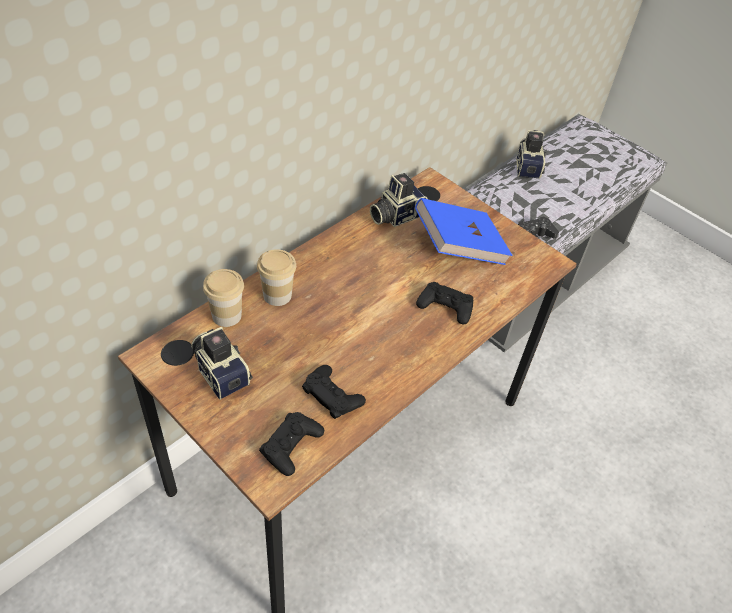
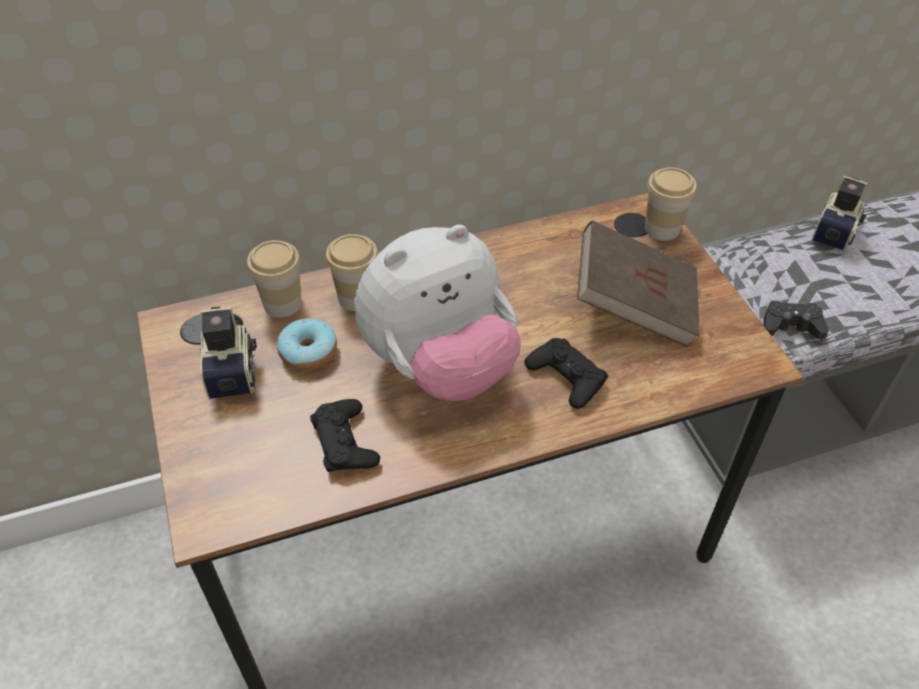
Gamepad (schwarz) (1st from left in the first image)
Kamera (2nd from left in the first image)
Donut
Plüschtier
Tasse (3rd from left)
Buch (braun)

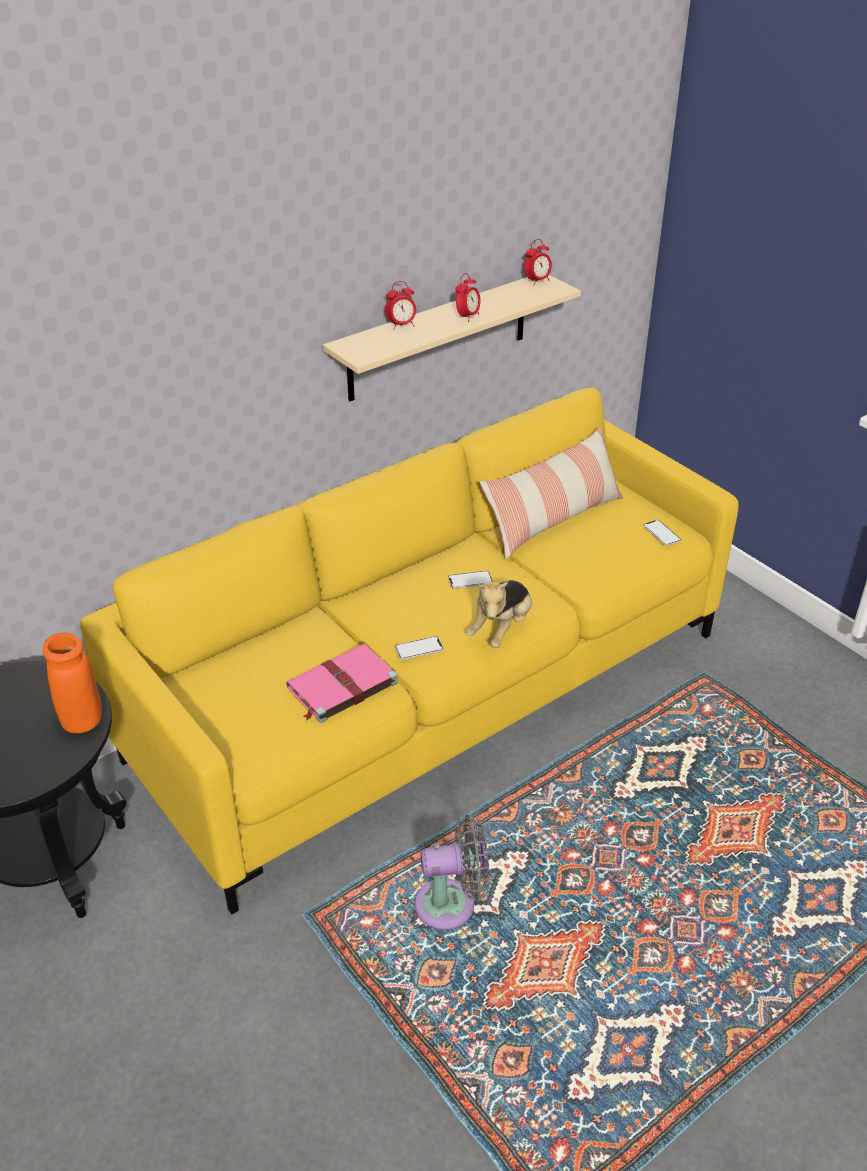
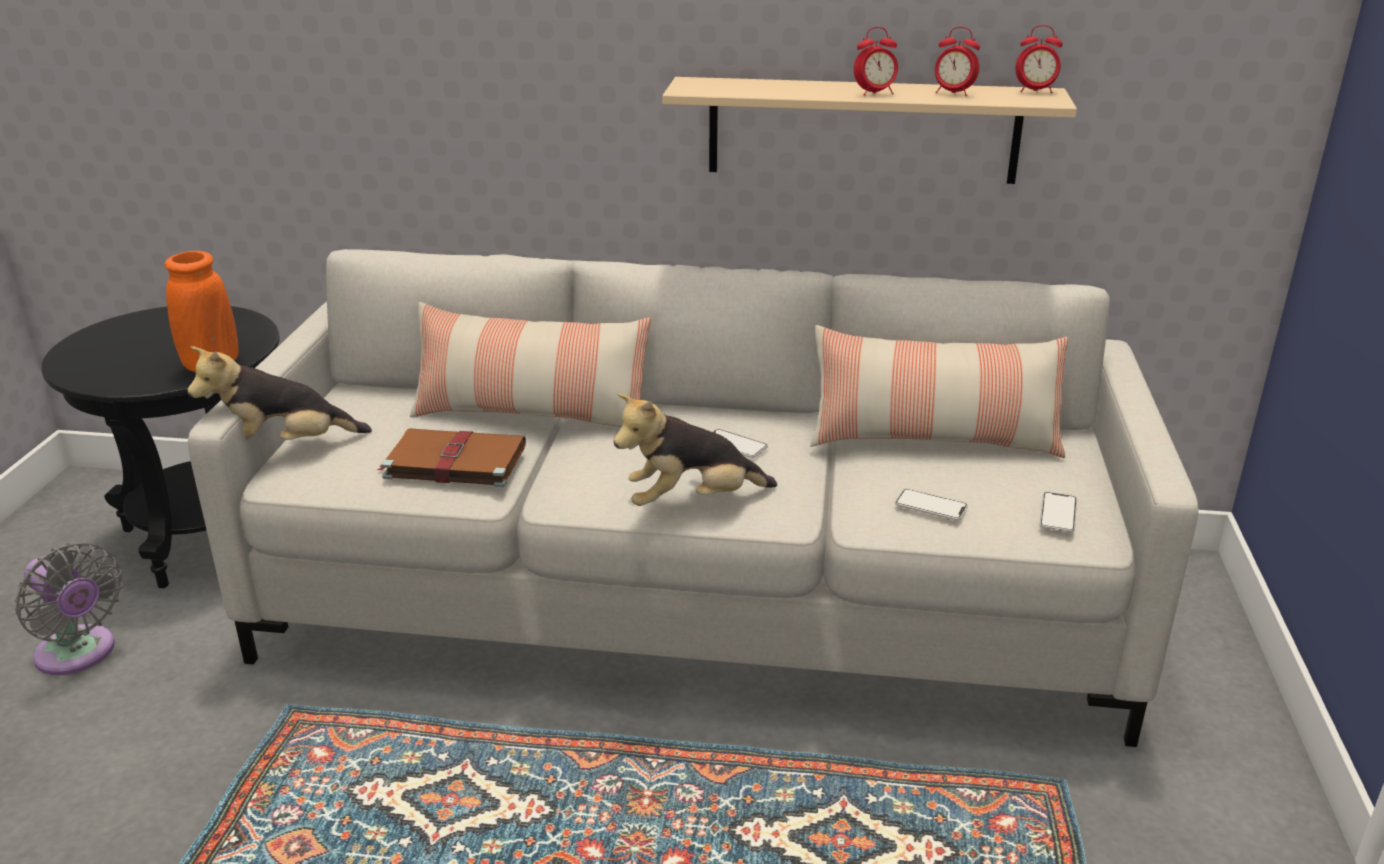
Plüschtier (1st from left)
Kissen (1st from left)
Wecker (2nd from left)
Handy (2nd from left)
Ventilator (grau)
Sofa (grau)
Buch (braun)

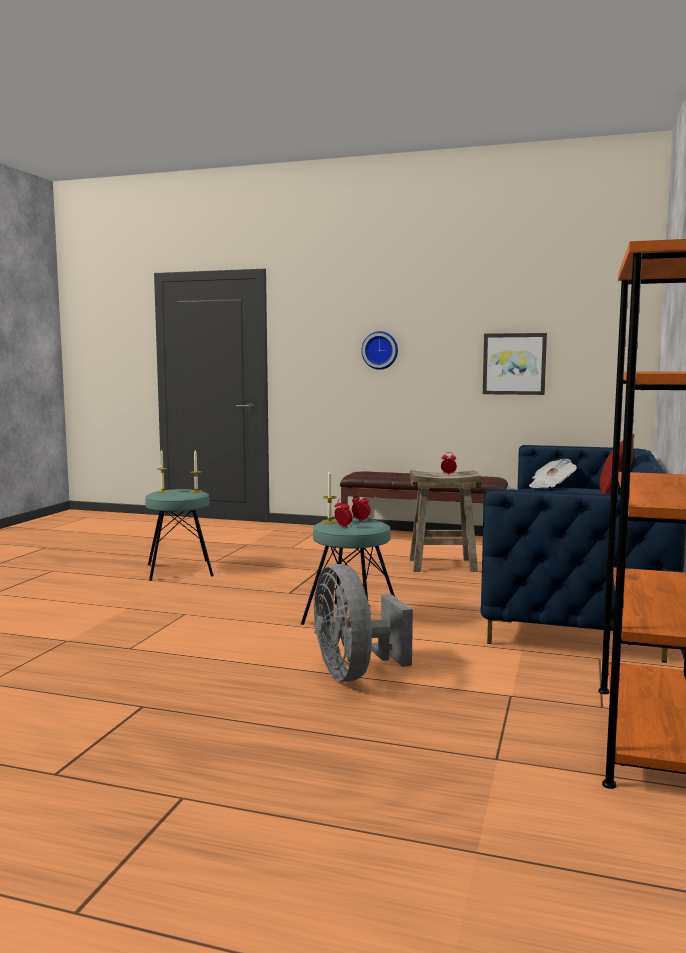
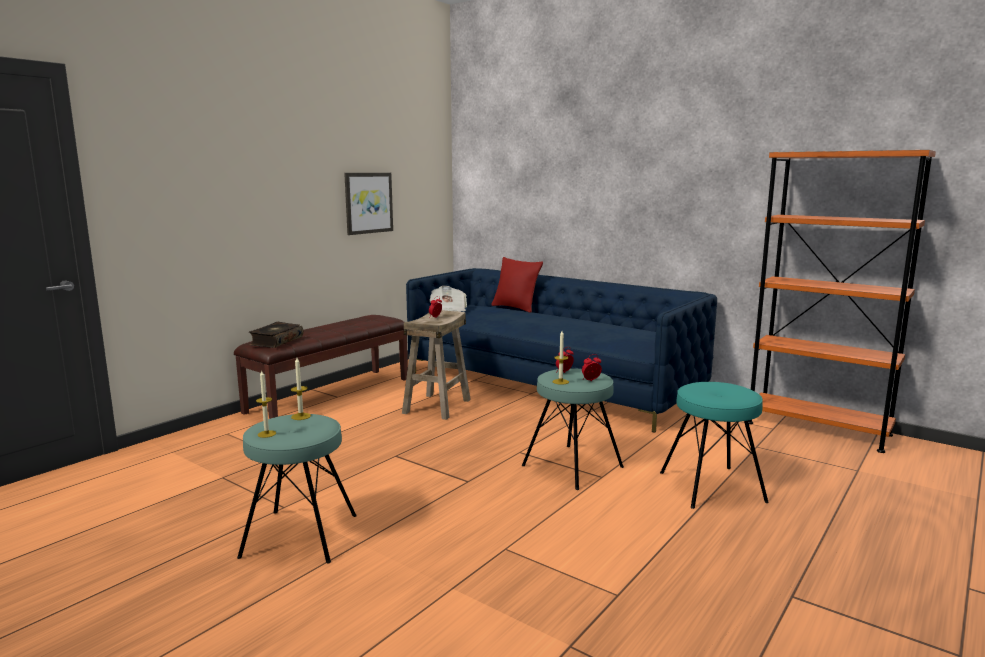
Wanduhr
Buch
Hocker (türkis) (3rd from left)

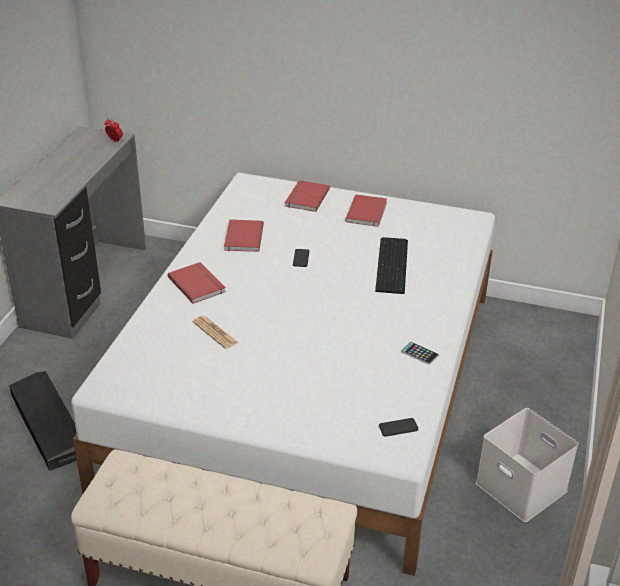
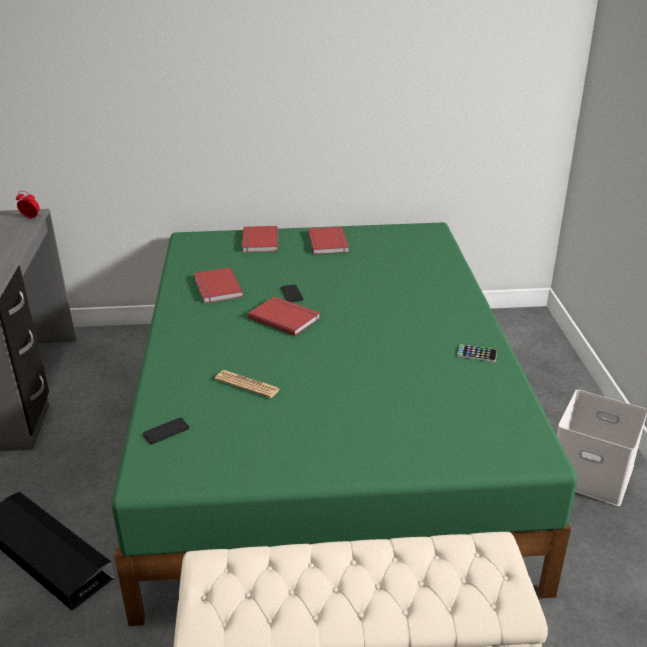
Tastatur
Buch (rot) (3rd from left)
Handy (1st from left)
Bett (grün)

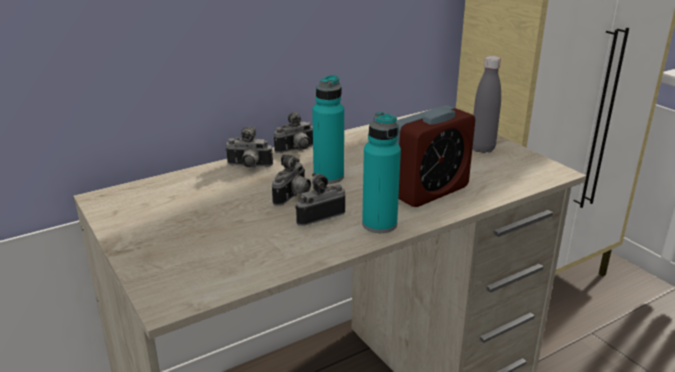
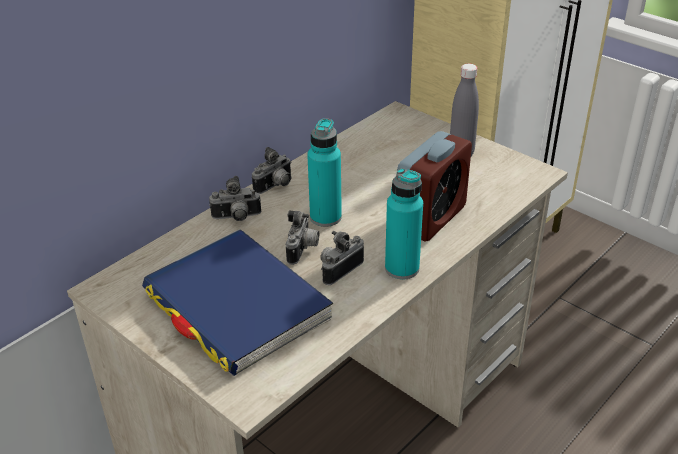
Buch (blau)

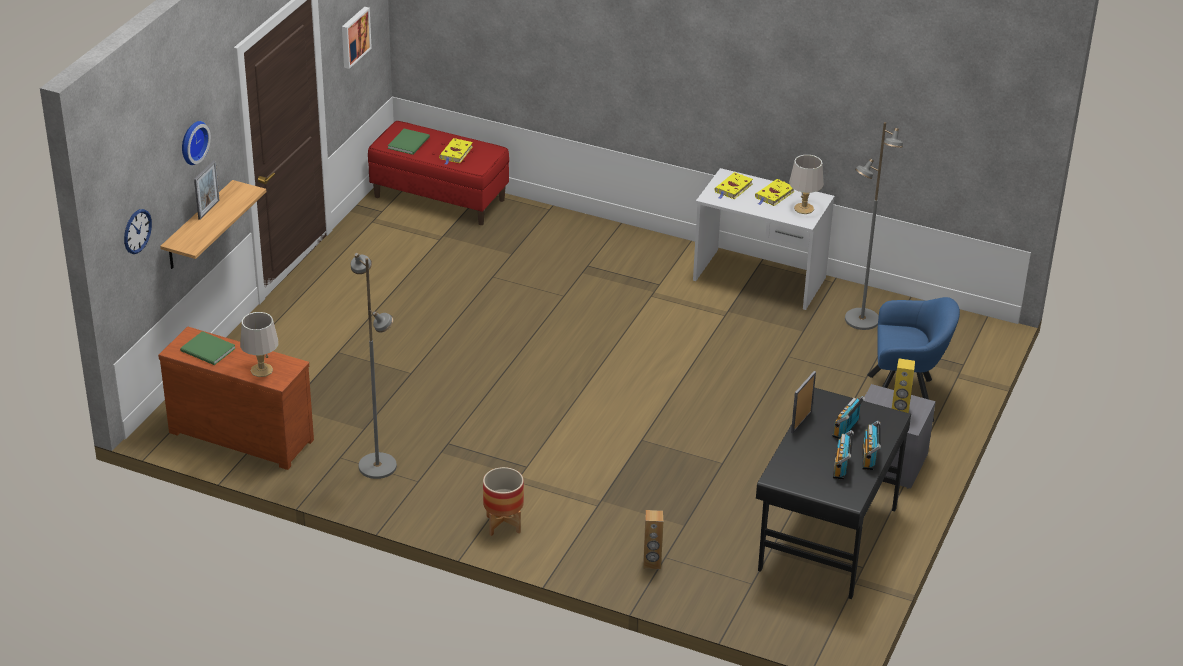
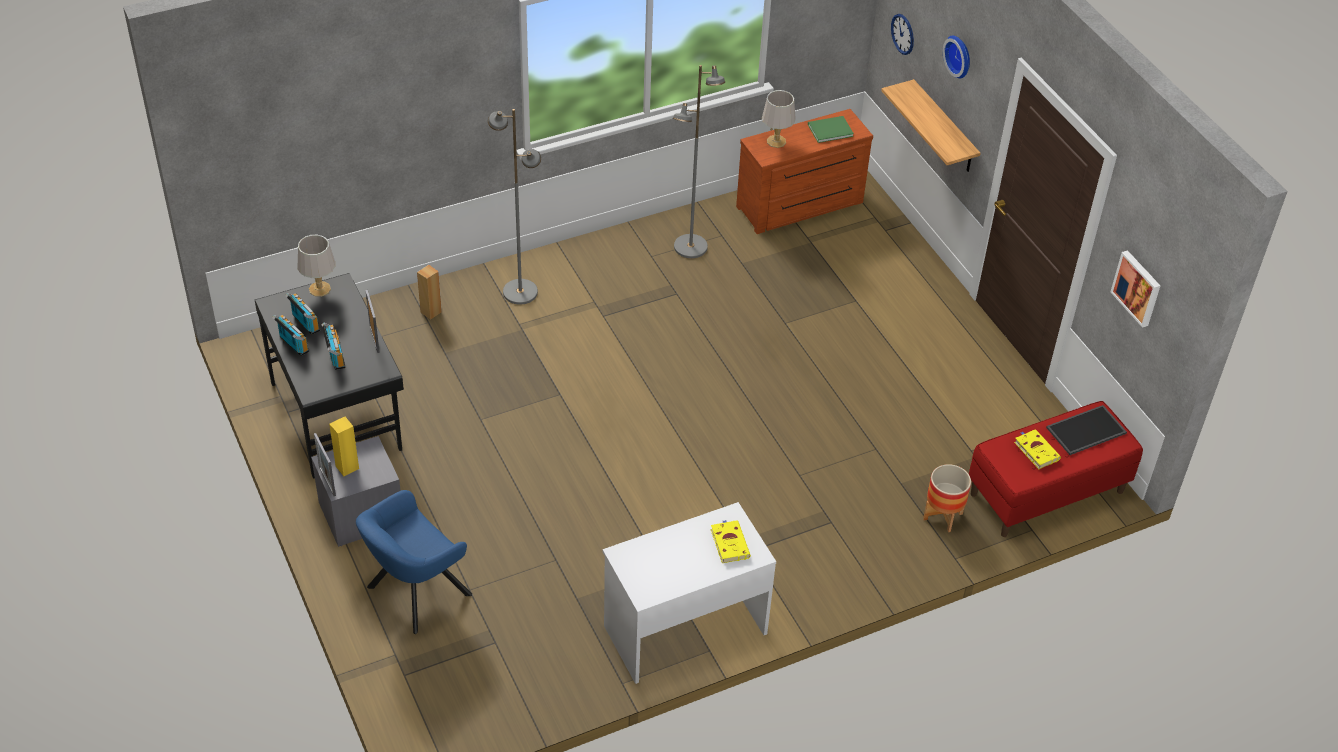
Buch (gelb) (3rd from left in the first image)
Bilderrahmen (1st from left)
Pflanzkübel
Tischlampe (grau) (1st from left)
Stehlampe (grau) (1st from left)
Tablett

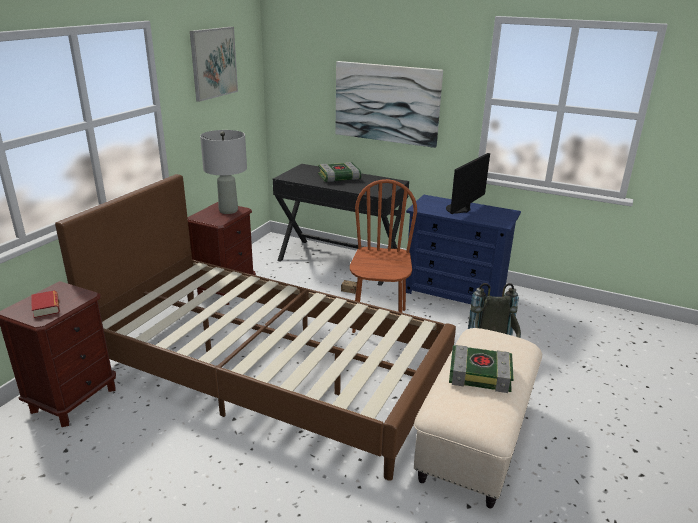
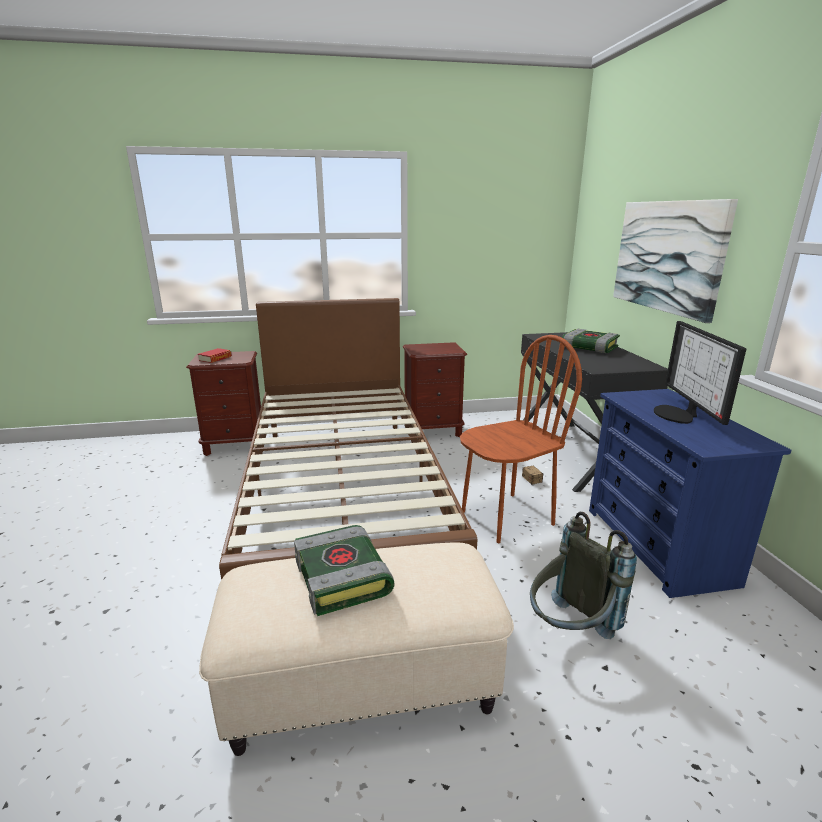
Bild (1st from left in the first image)
Tischlampe (grau)
Monitor

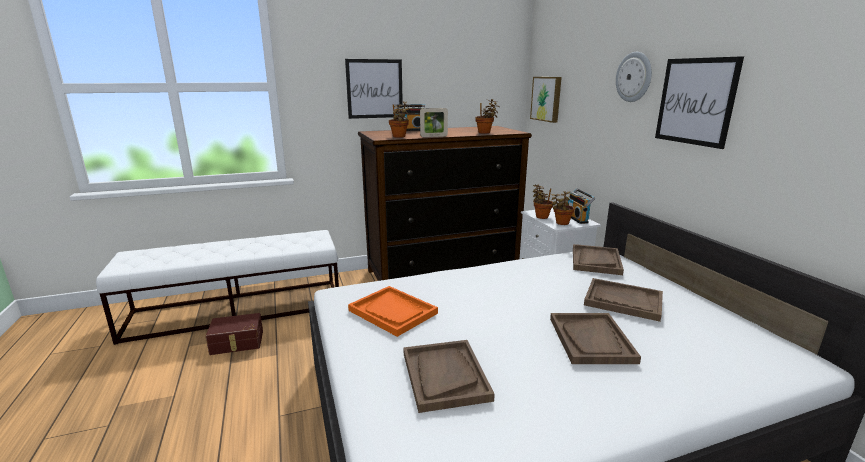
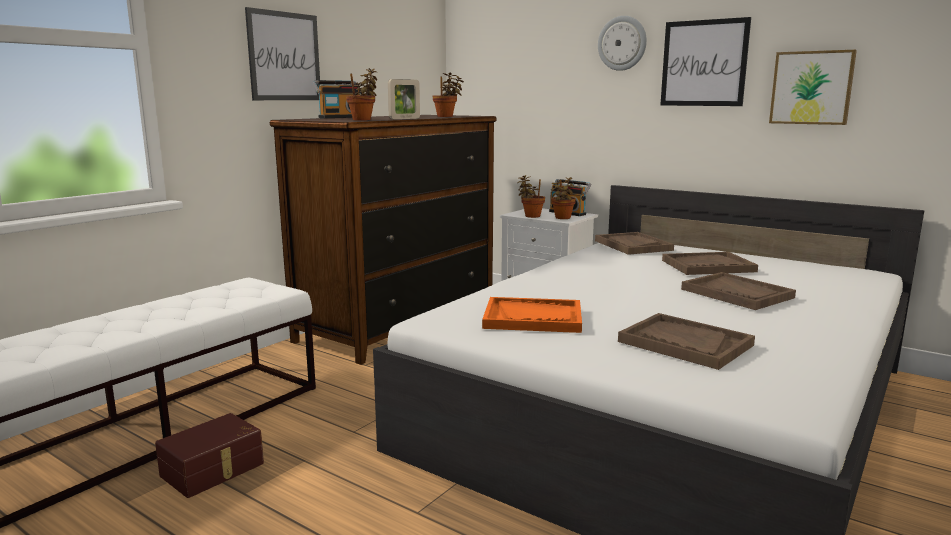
Bild (3rd from left)

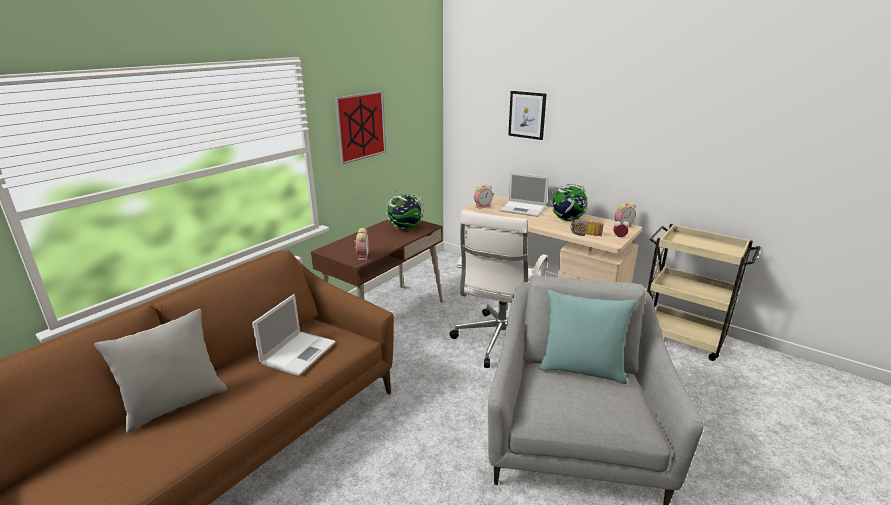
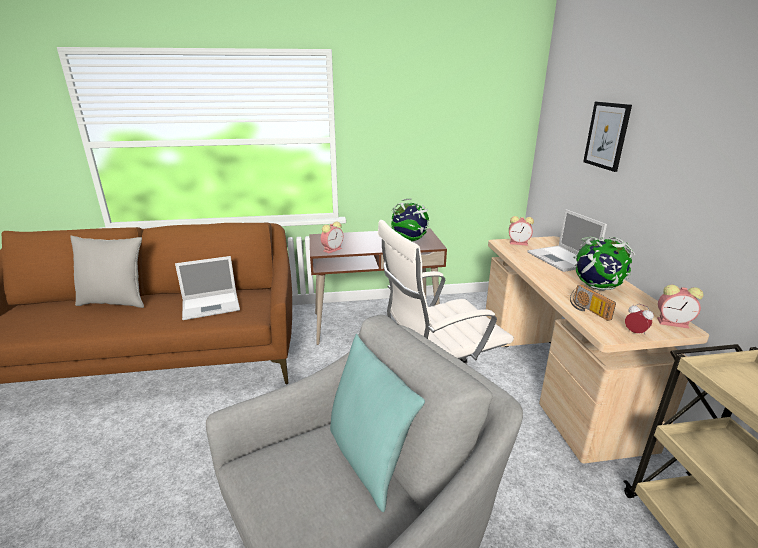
Bild (1st from left in the first image)

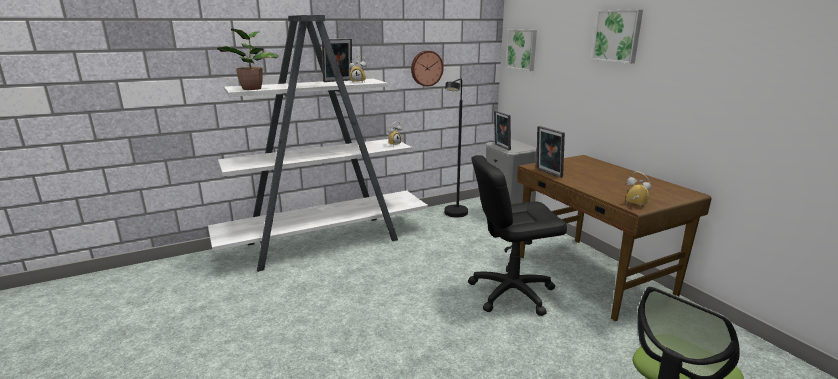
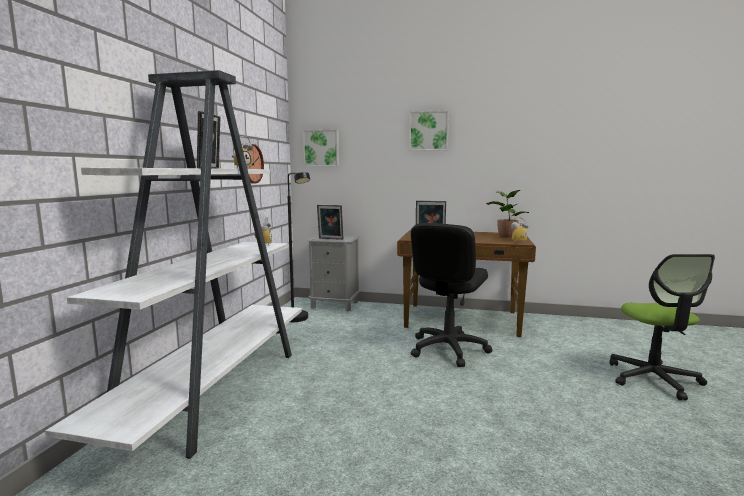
Topfpflanze

